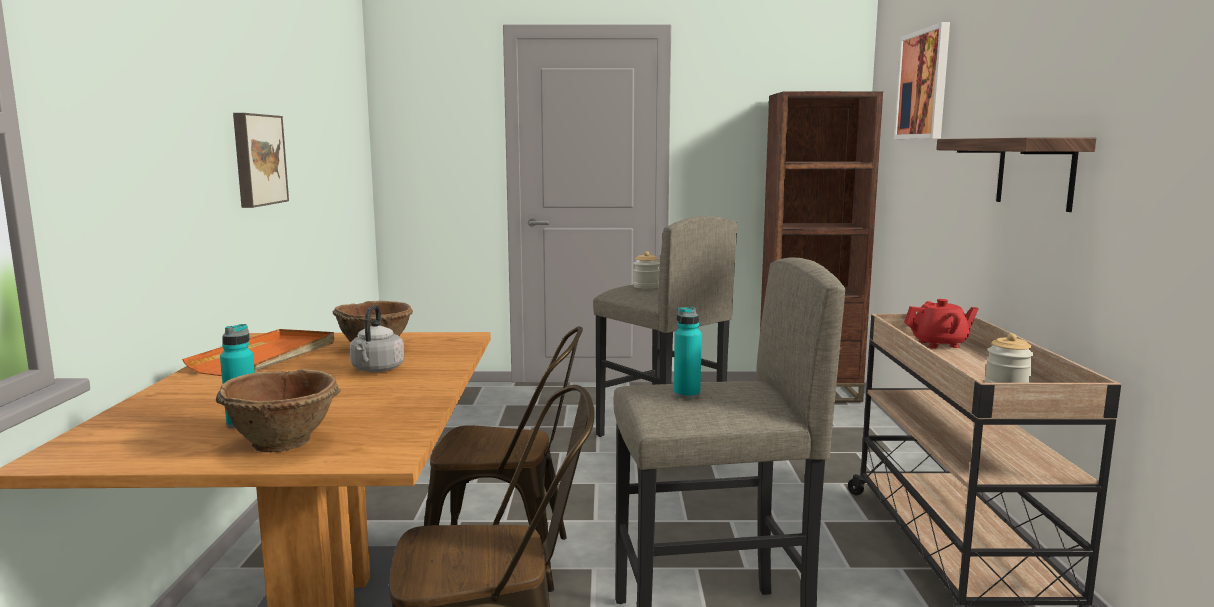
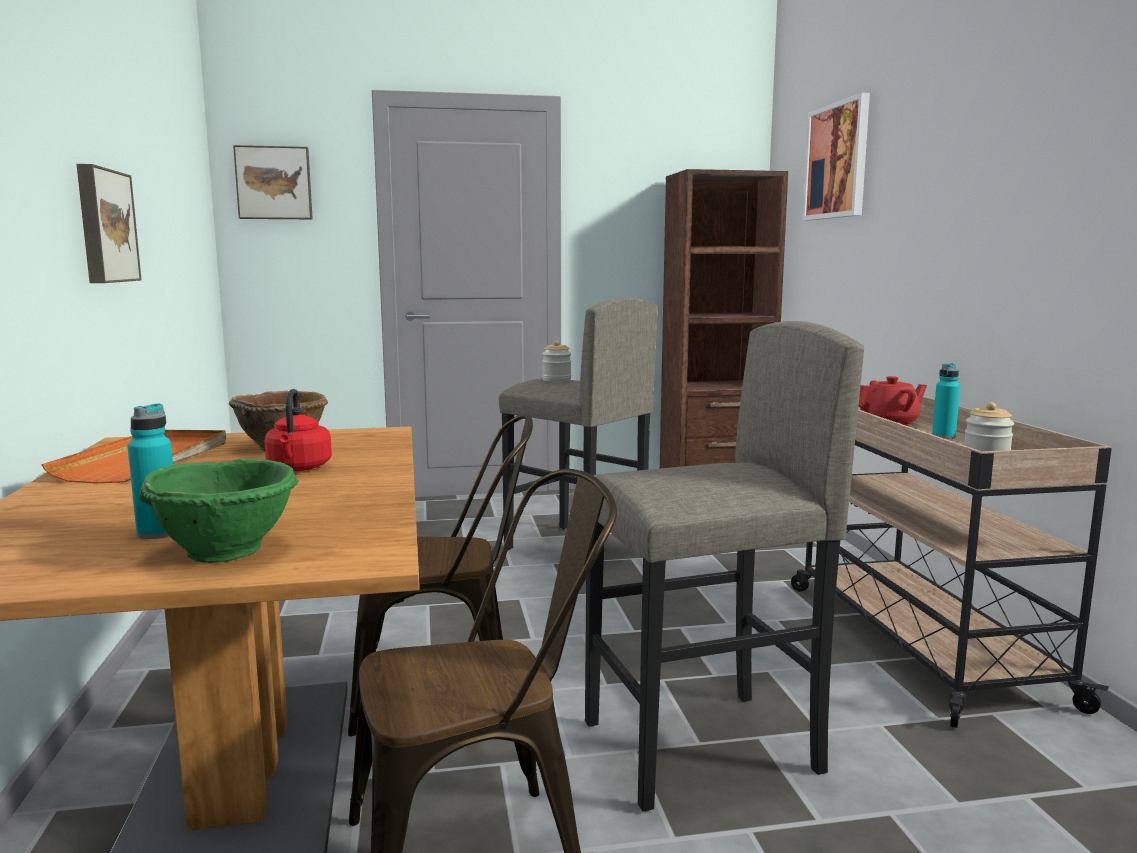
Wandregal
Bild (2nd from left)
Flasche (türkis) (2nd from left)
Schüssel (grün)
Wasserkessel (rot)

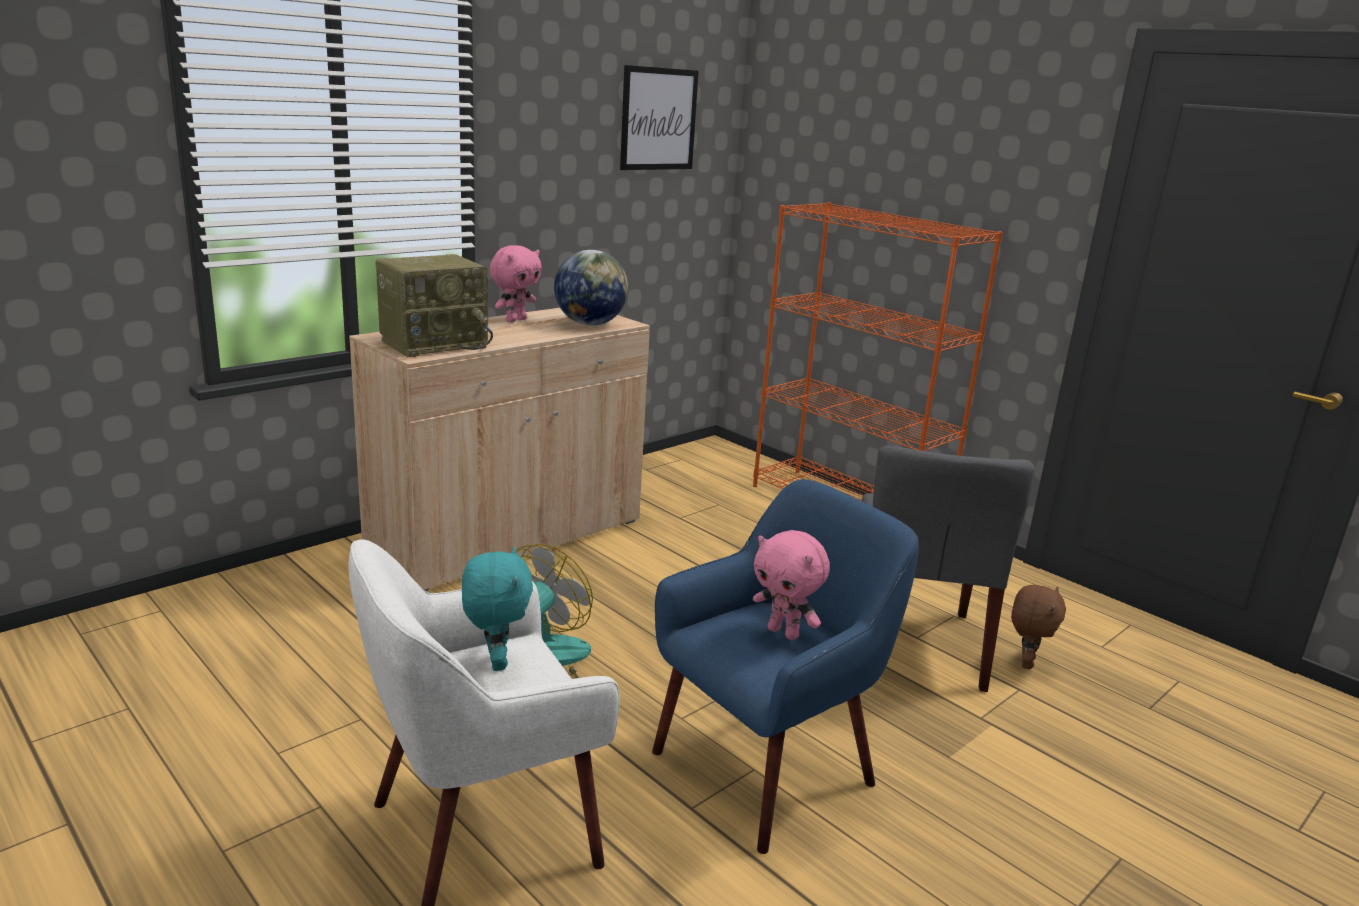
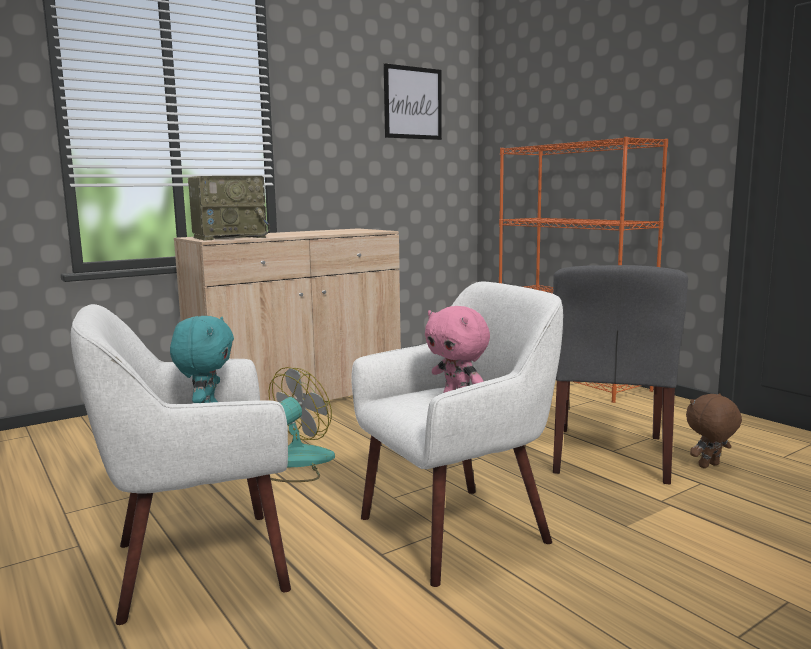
Plüschtier (rosa) (1st from left in the first image)
Globus
Sessel (weiß) (2nd from left)
Plüschtier (braun)

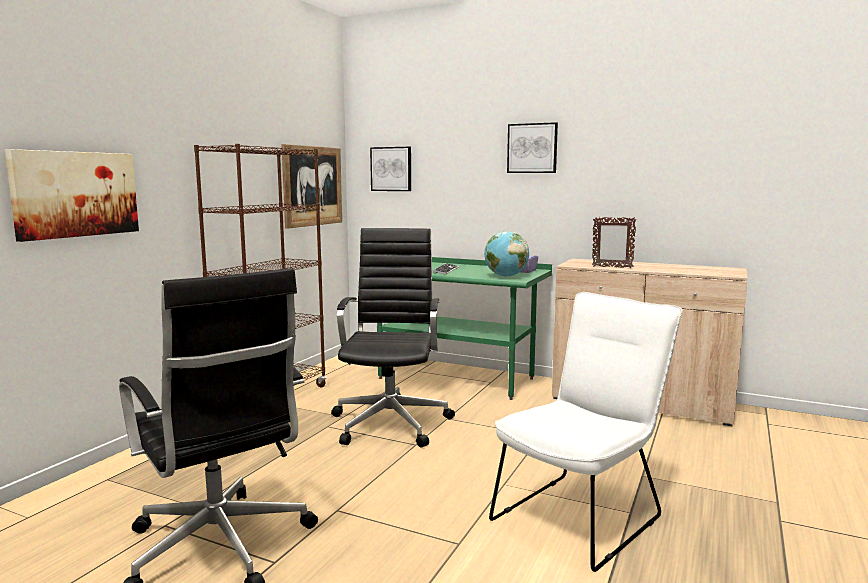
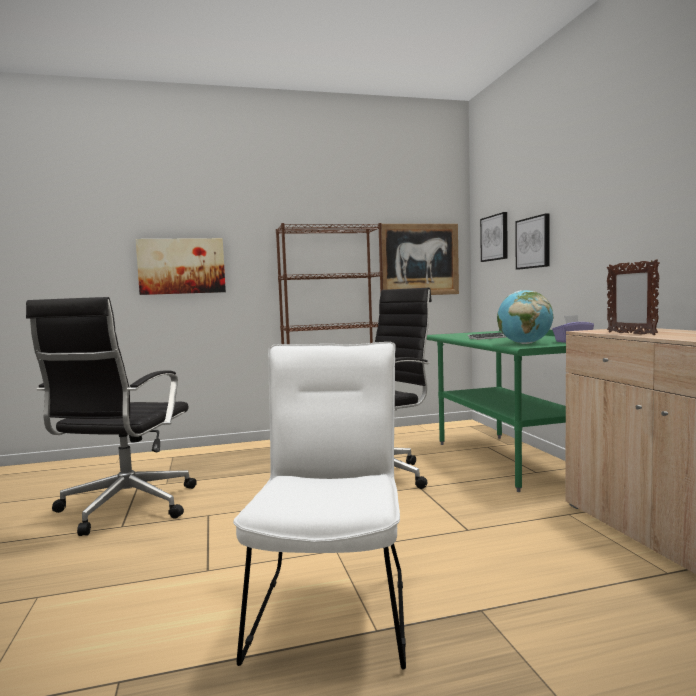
Bild (4th from left)
Stuhl (weiß)

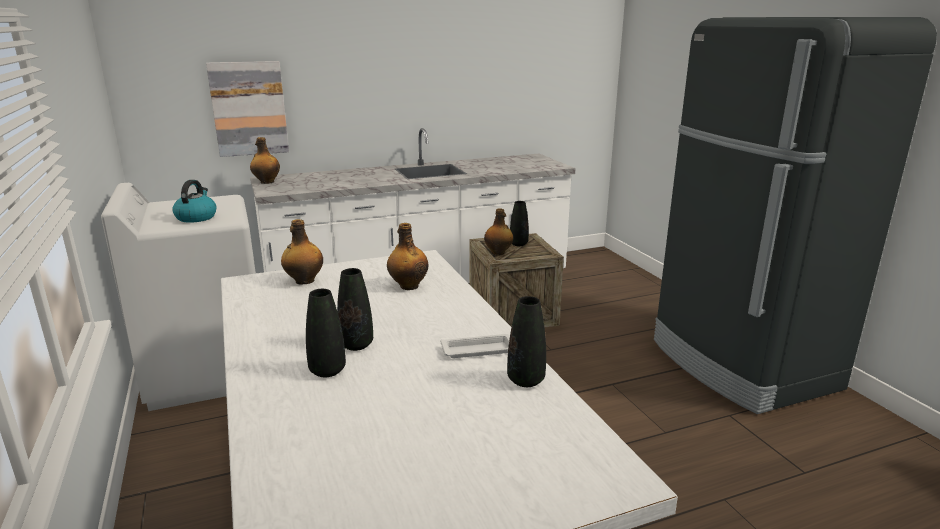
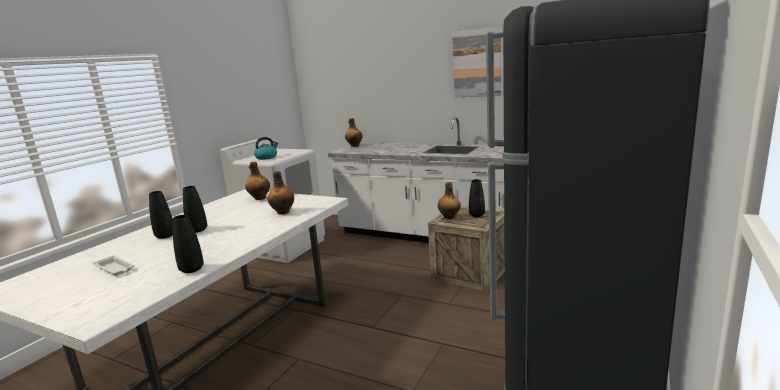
Bild
Tablett (weiß)

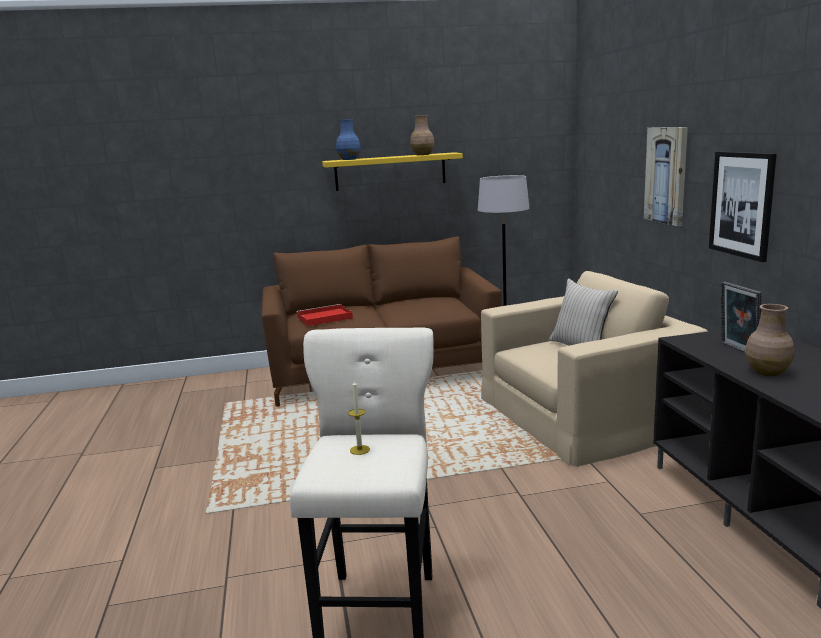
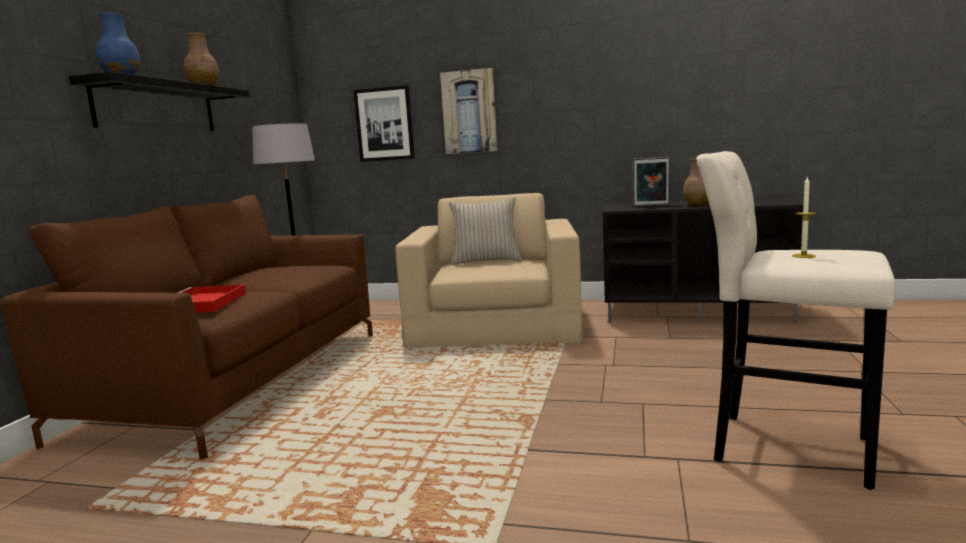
Bild (1st from left)
Wandregal (schwarz)

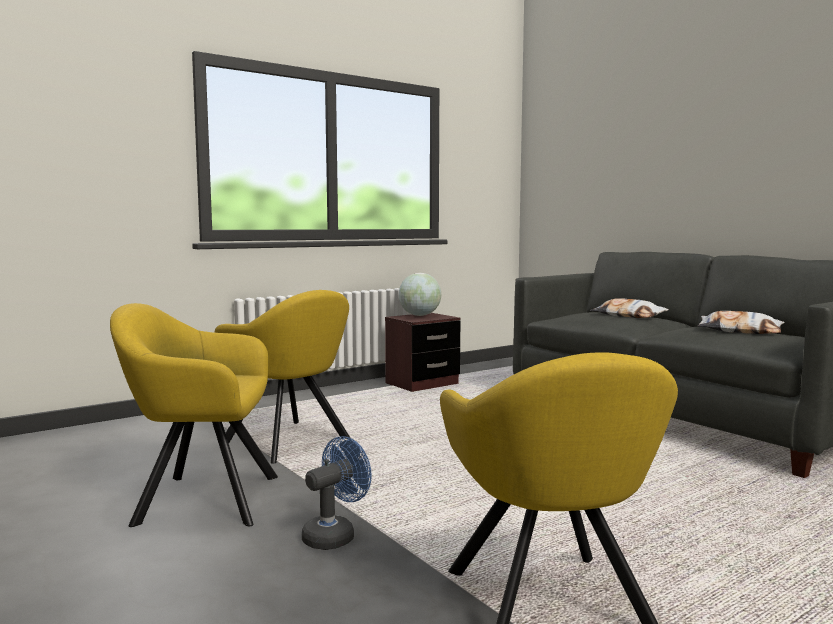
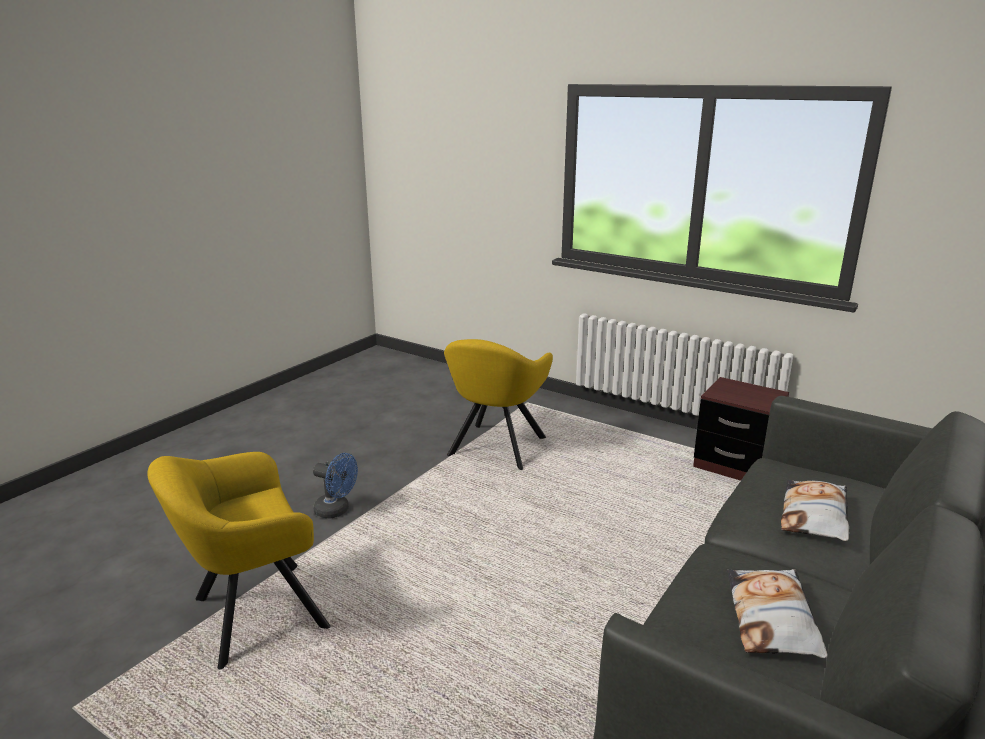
Sessel (gelb) (1st from left in the first image)
Globus

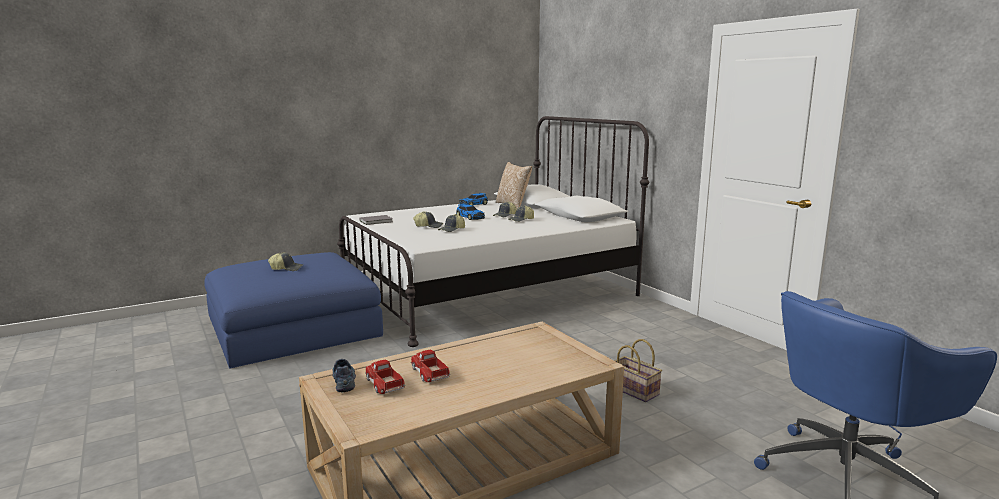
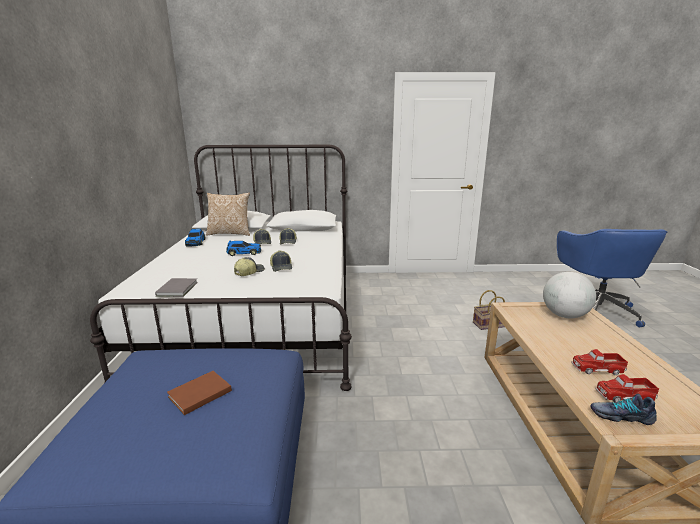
Globus
Buch (braun)

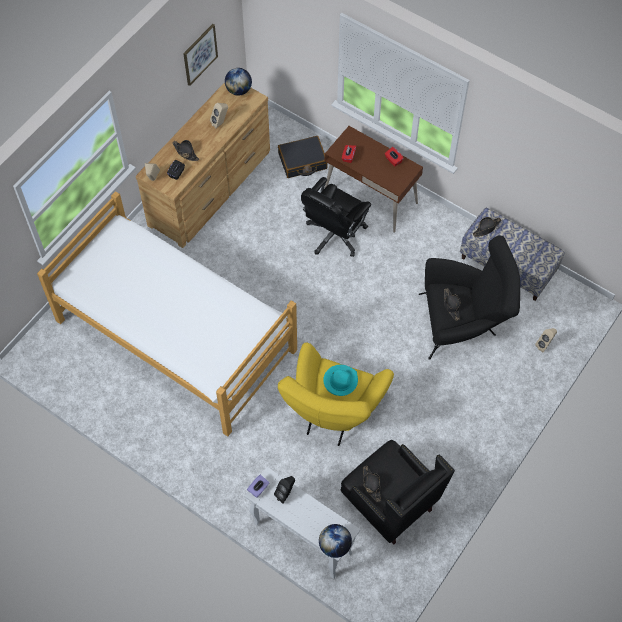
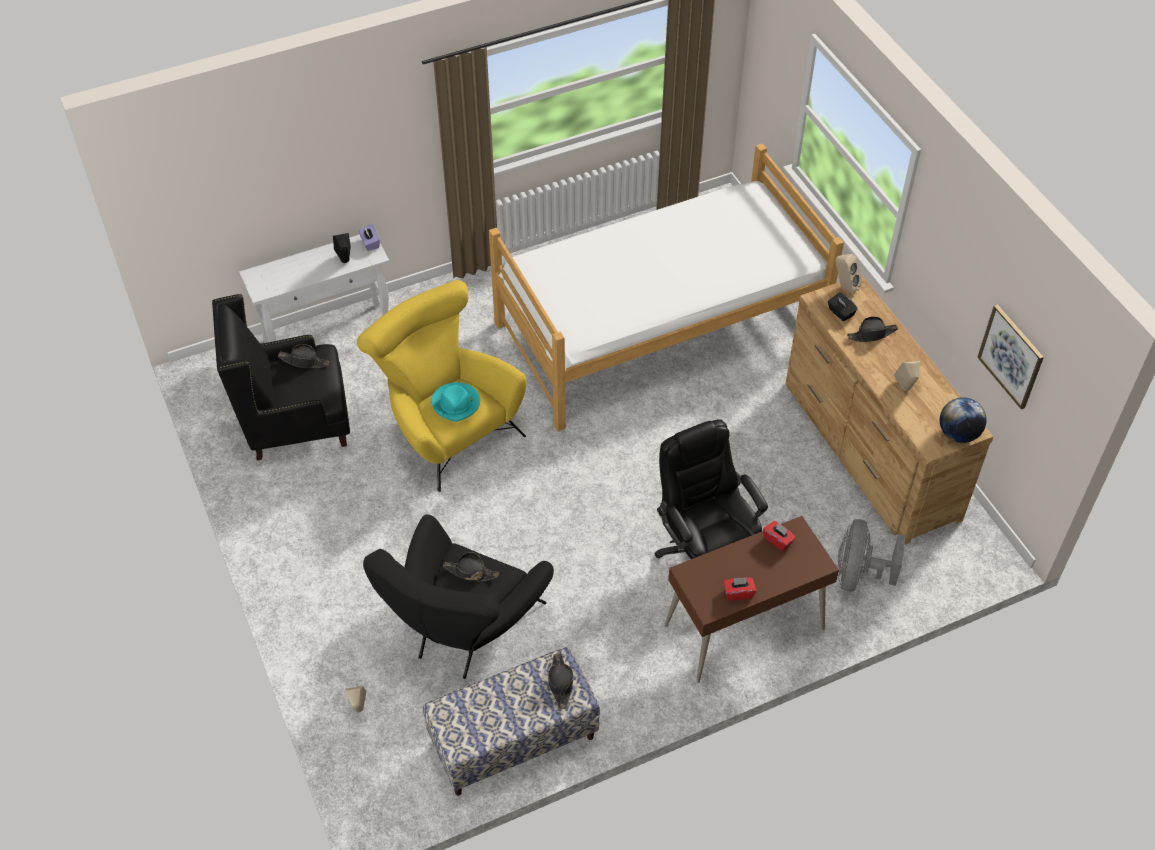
Globus (2nd from left in the first image)
Ventilator (grau)

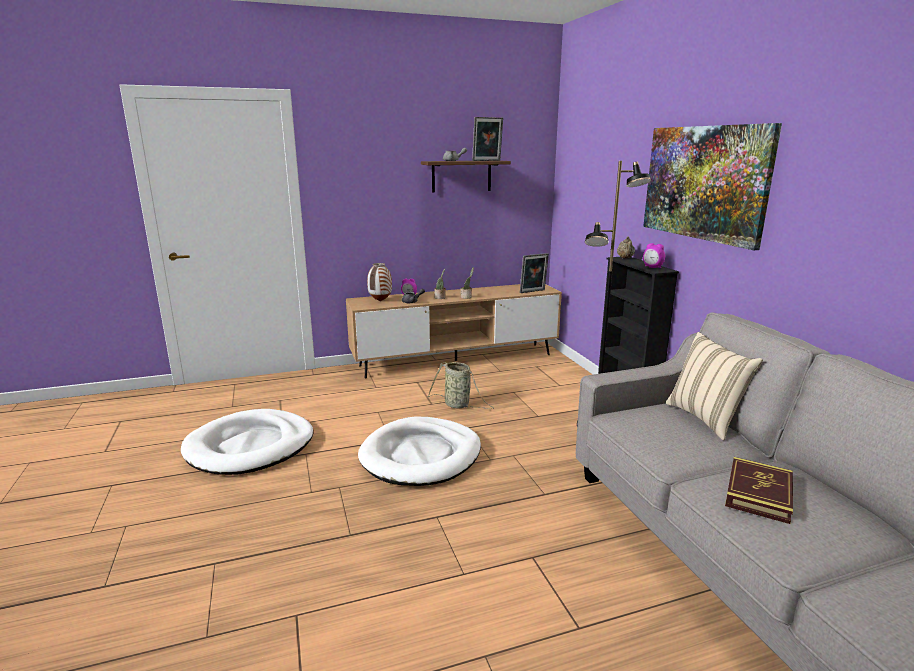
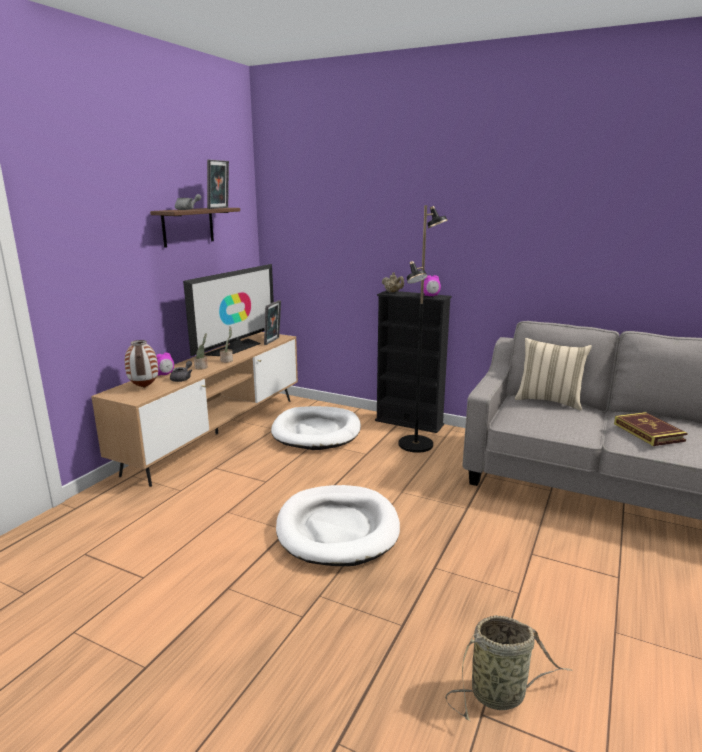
Bild
Fernseher
Hundebett (weiß) (1st from left)
Korb

